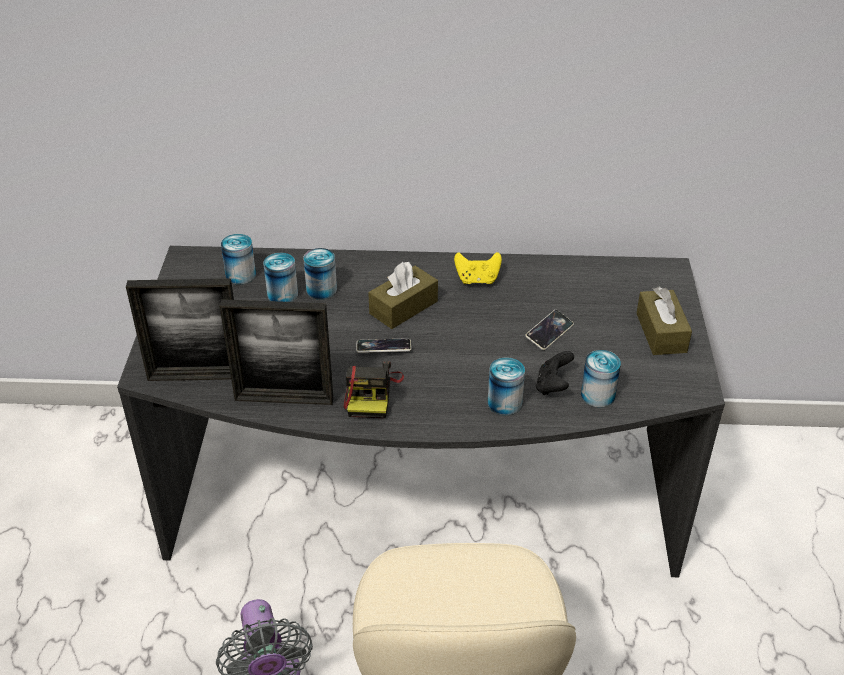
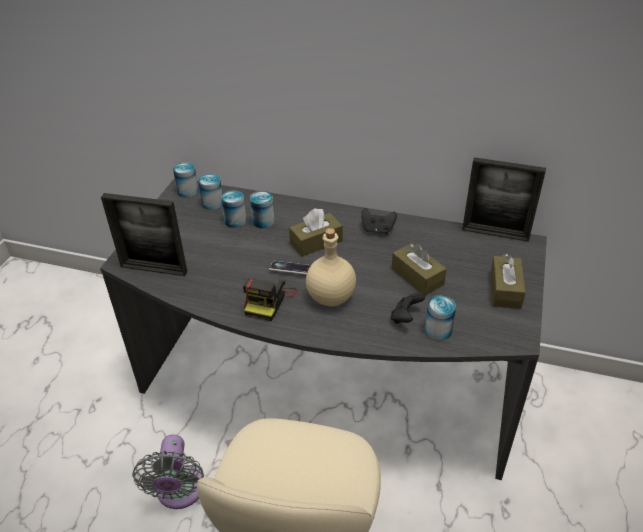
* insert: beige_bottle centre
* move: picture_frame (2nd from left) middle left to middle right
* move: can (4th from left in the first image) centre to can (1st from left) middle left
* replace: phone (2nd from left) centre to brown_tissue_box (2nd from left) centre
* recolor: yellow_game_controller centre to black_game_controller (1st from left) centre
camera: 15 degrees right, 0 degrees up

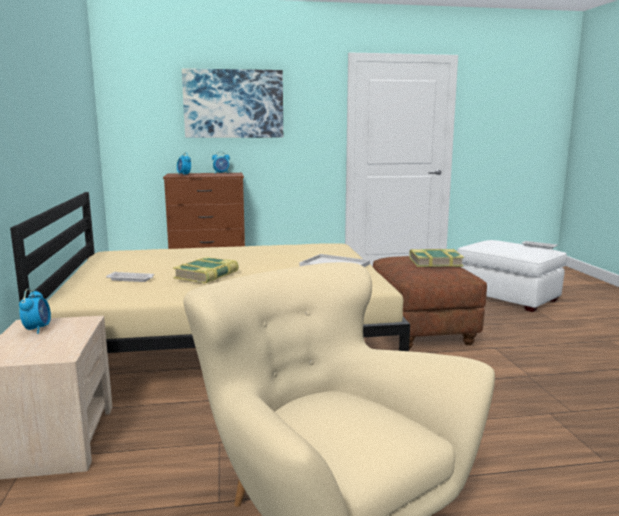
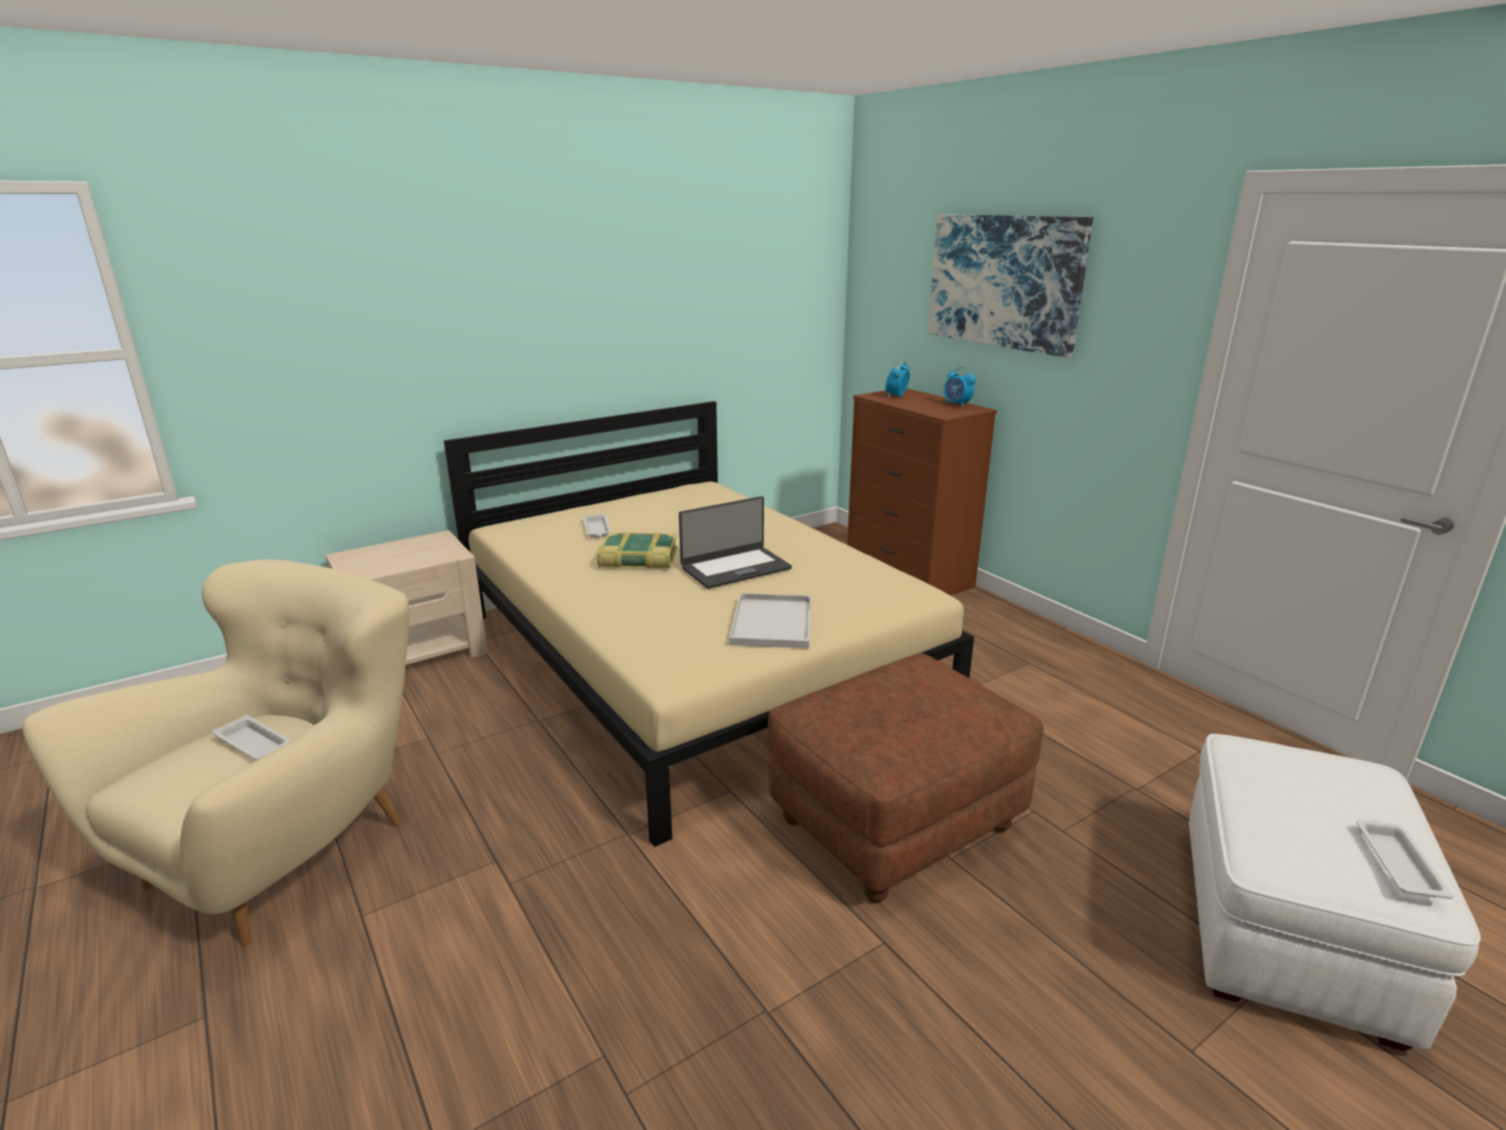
* delete: alarm_clock (1st from left) middle left
* delete: book (2nd from left) middle right
* insert: white_tray (1st from left) middle left
* insert: laptop centre
camera: 65 degrees right, 10 degrees up

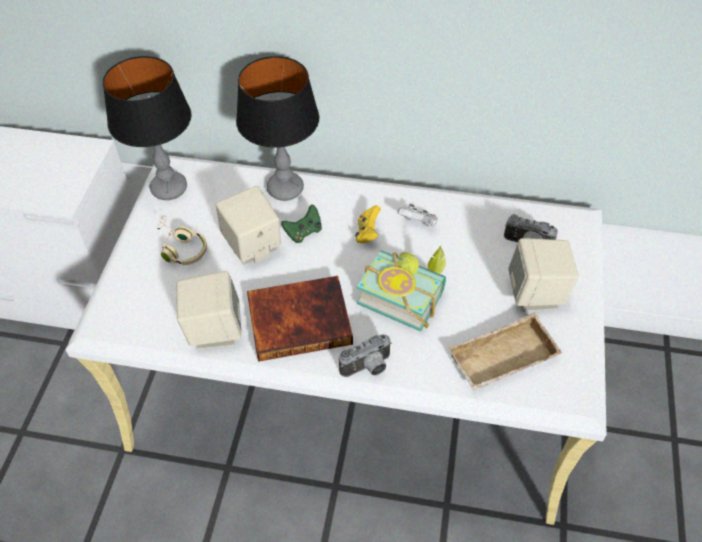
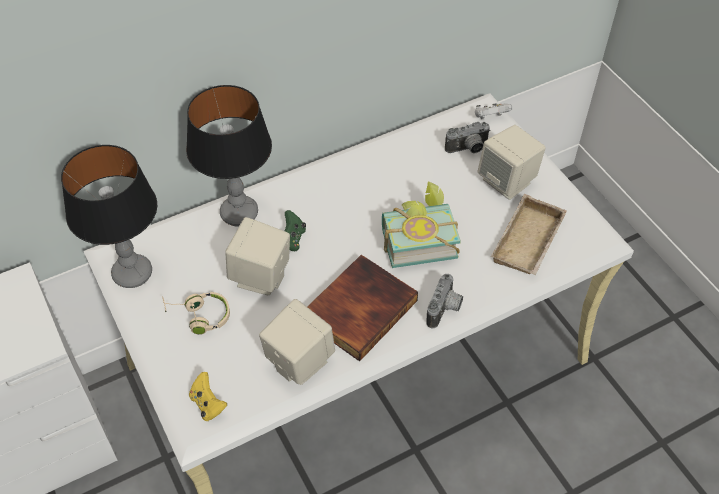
* move: yellow_game_controller centre to bottom left
* move: white_game_controller centre to top right
camera: 40 degrees left, 0 degrees up

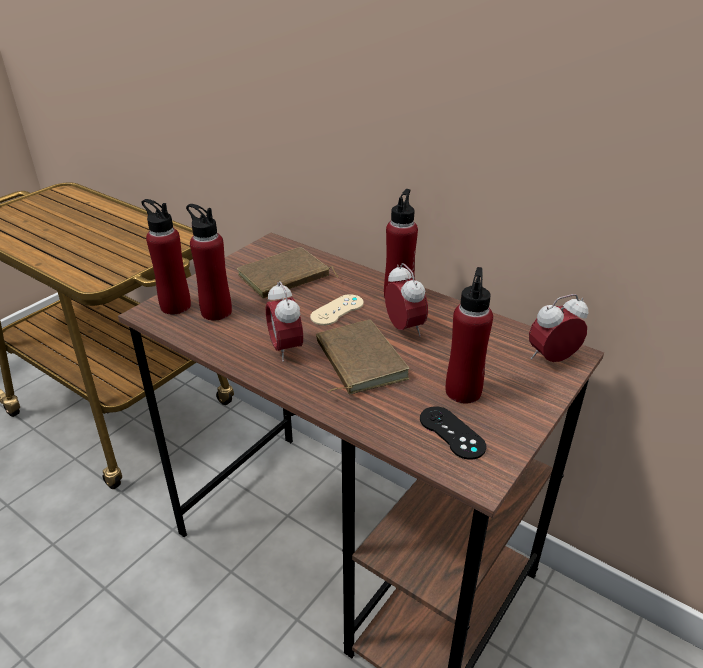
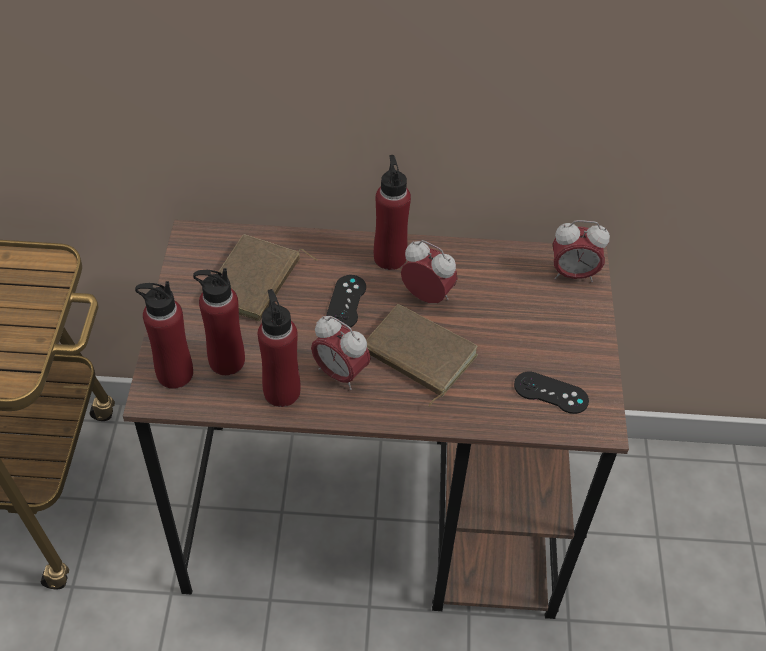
* move: red_bottle (4th from left in the first image) middle right to red_bottle (3rd from left) centre
* recolor: beige_game_controller centre to black_game_controller (1st from left) centre
* rotate: alarm_clock (3rd from left) middle right = middle right 120 degrees counterclockwise
camera: 35 degrees left, 15 degrees up

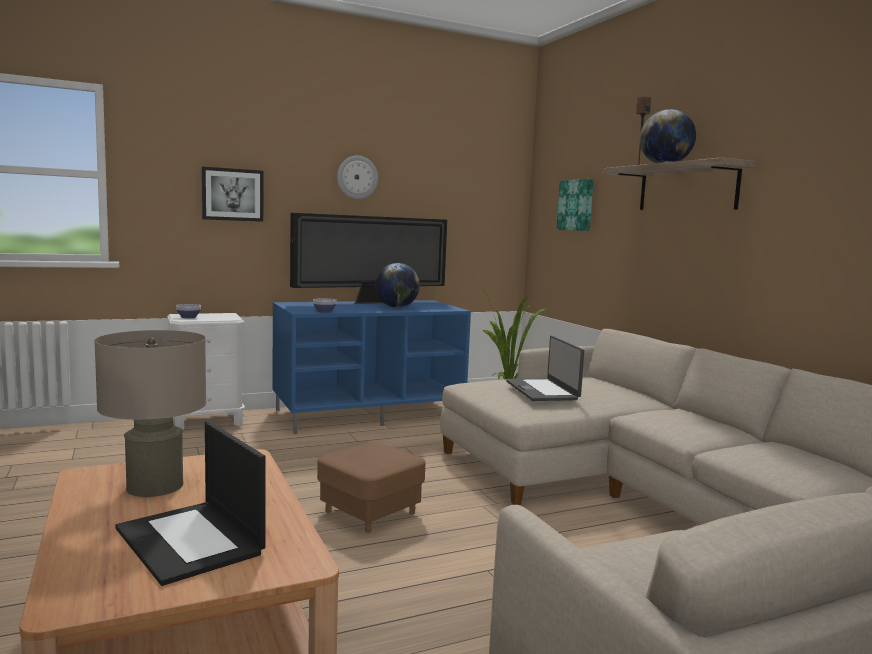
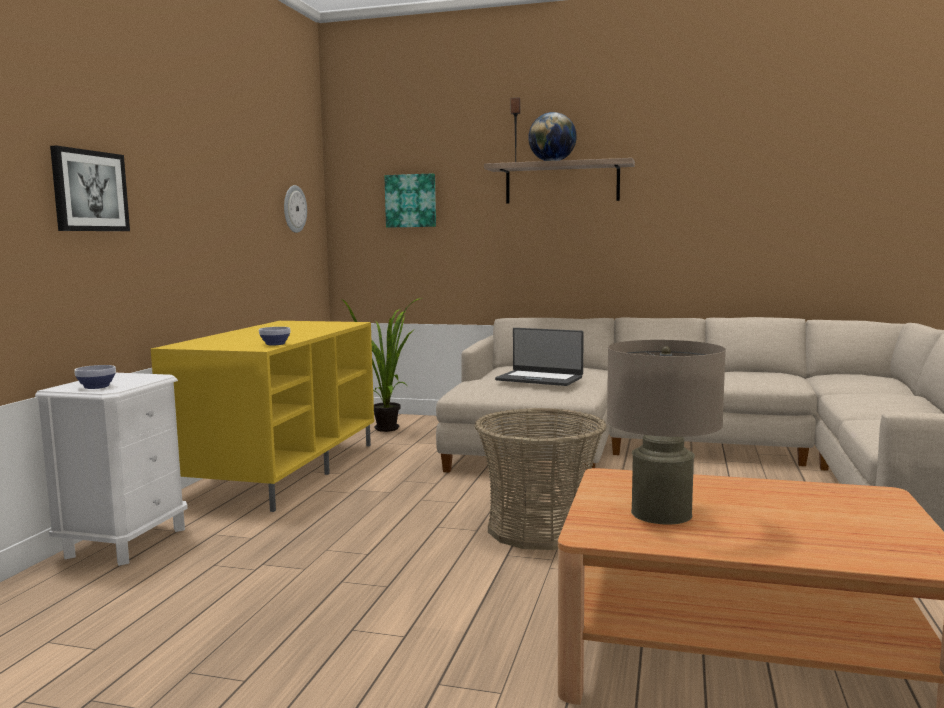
* delete: laptop (1st from left) bottom left
* delete: television centre
* delete: globe (1st from left) centre
* move: wall_clock top centre to top left
* replace: brown_ottoman bottom centre to basket bottom centre
* recolor: blue_tv_stand centre to yellow_tv_stand middle left
camera: 50 degrees left, 0 degrees up

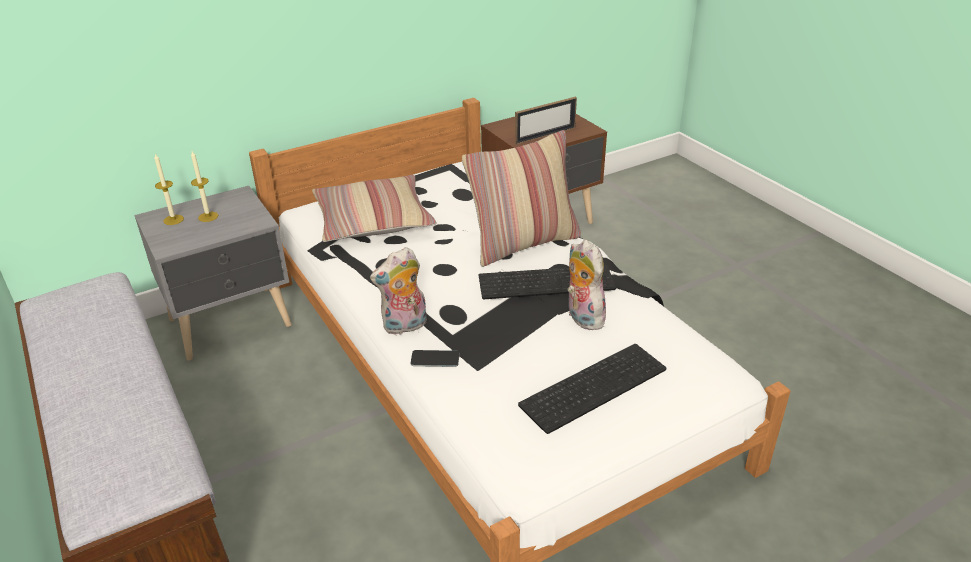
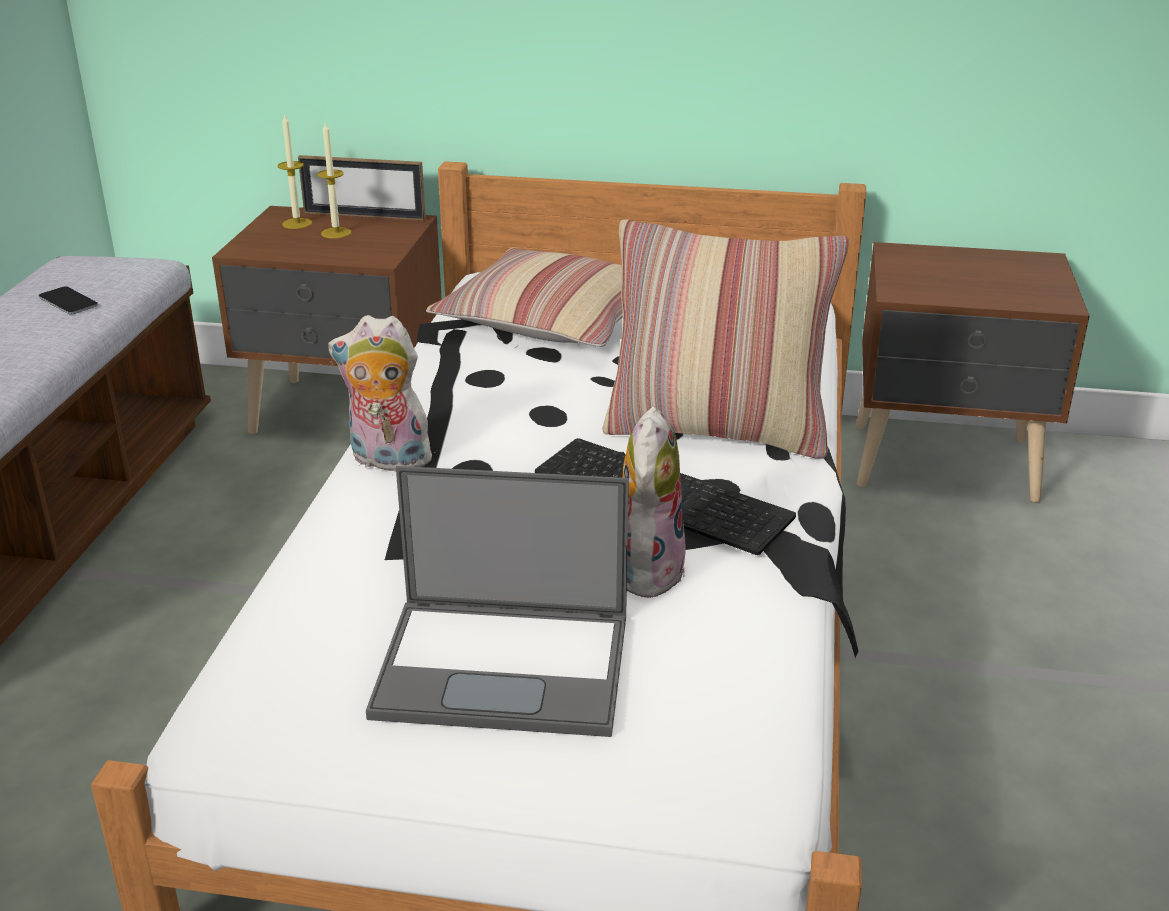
* move: phone centre to top left
* move: picture_frame top centre to top left
* replace: keyboard (2nd from left) bottom centre to laptop centre
* recolor: grey_nightstand middle left to brown_nightstand (1st from left) middle left
camera: 40 degrees right, 5 degrees down

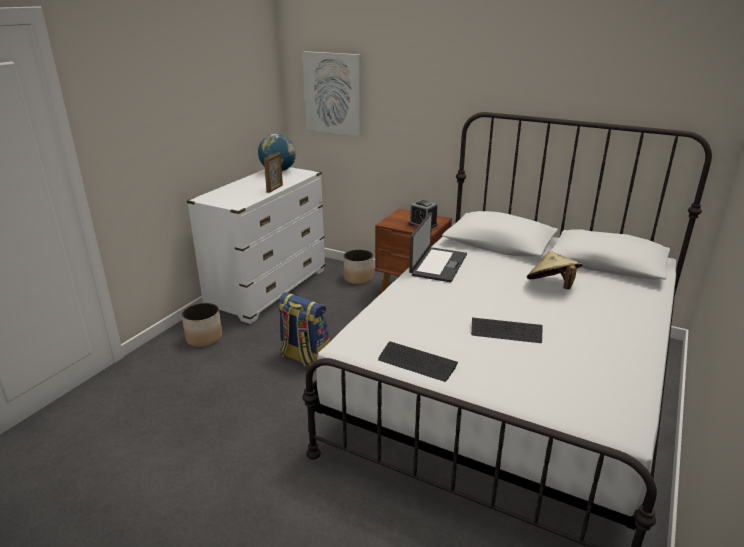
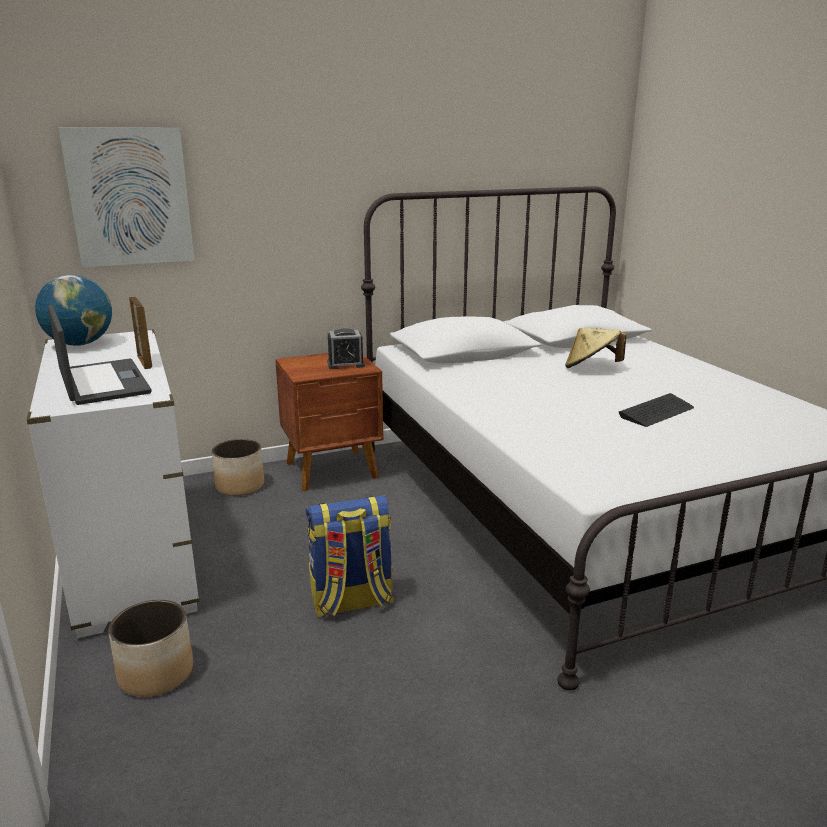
* delete: keyboard (1st from left) centre
* move: laptop centre to middle left
camera: 50 degrees left, 5 degrees down

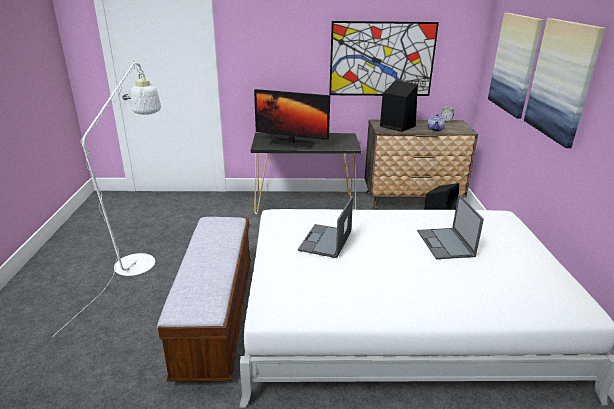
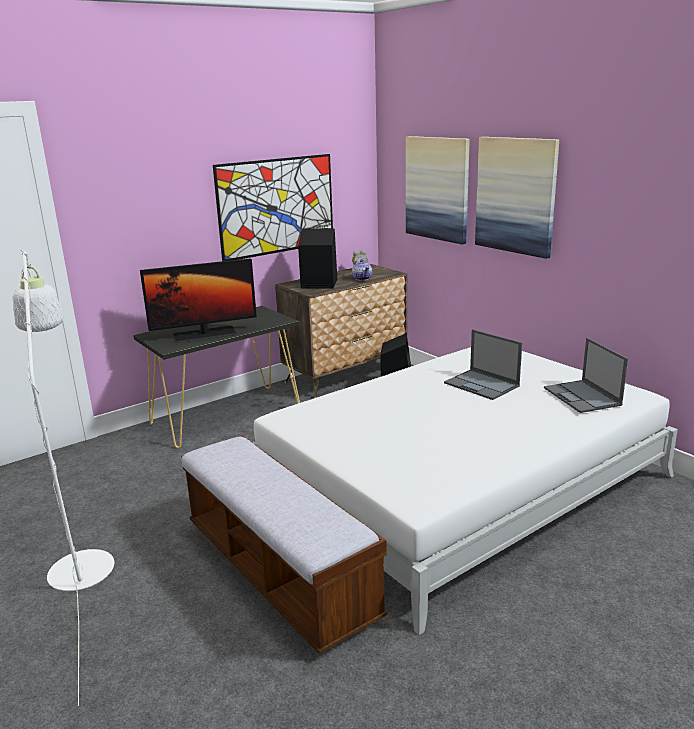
* move: laptop (1st from left in the first image) centre to laptop (2nd from left) middle right
camera: 35 degrees left, 5 degrees down

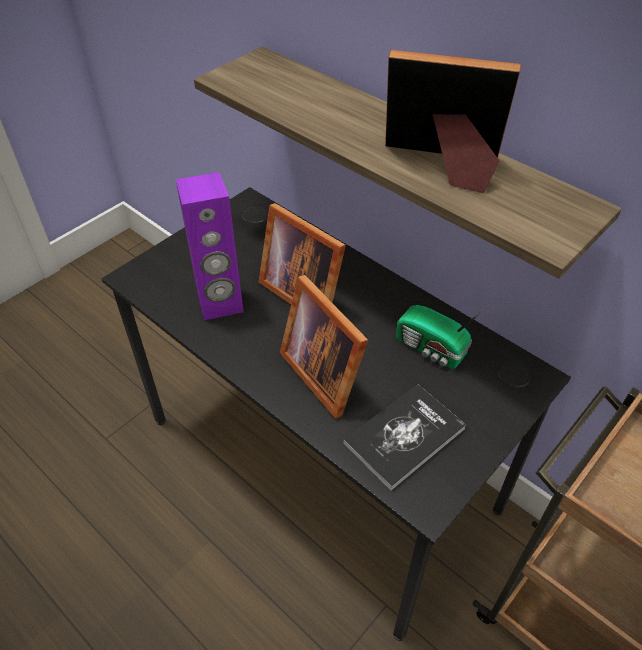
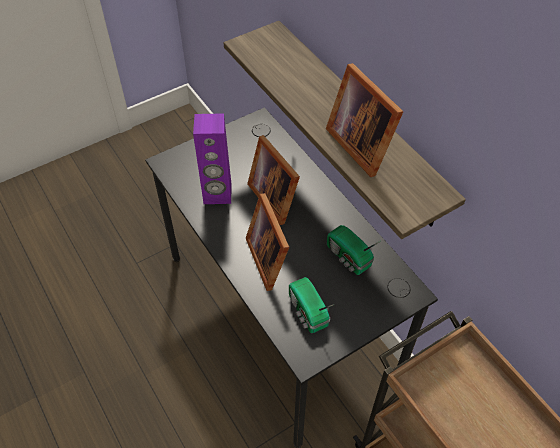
* replace: book bottom centre to radio (1st from left) bottom centre
* rotate: picture_frame (3rd from left) top right = top centre 150 degrees counterclockwise
camera: 15 degrees right, 5 degrees up

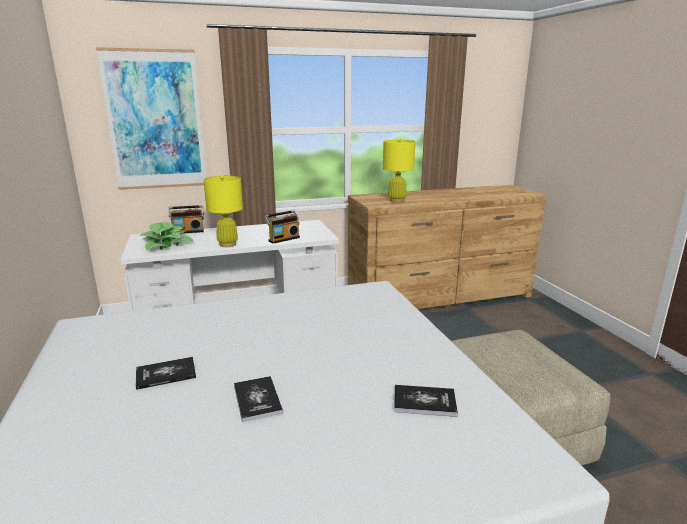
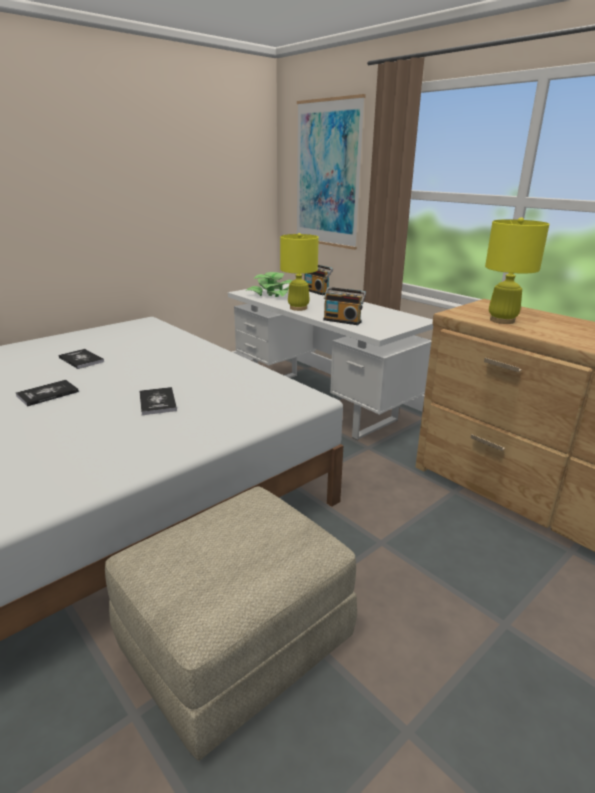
* move: book (3rd from left) bottom centre to middle left
camera: 65 degrees right, 5 degrees up

